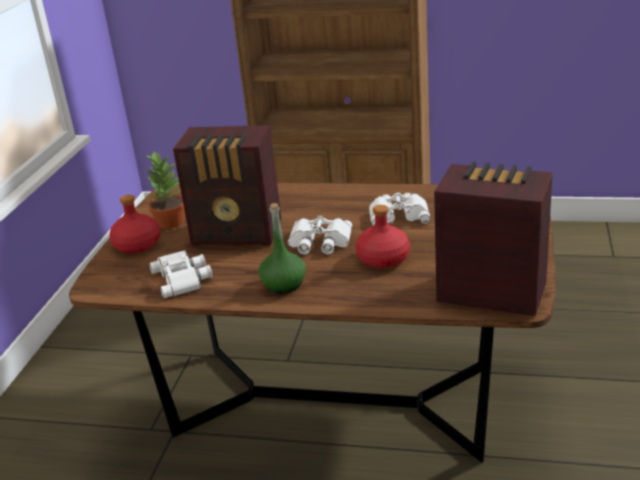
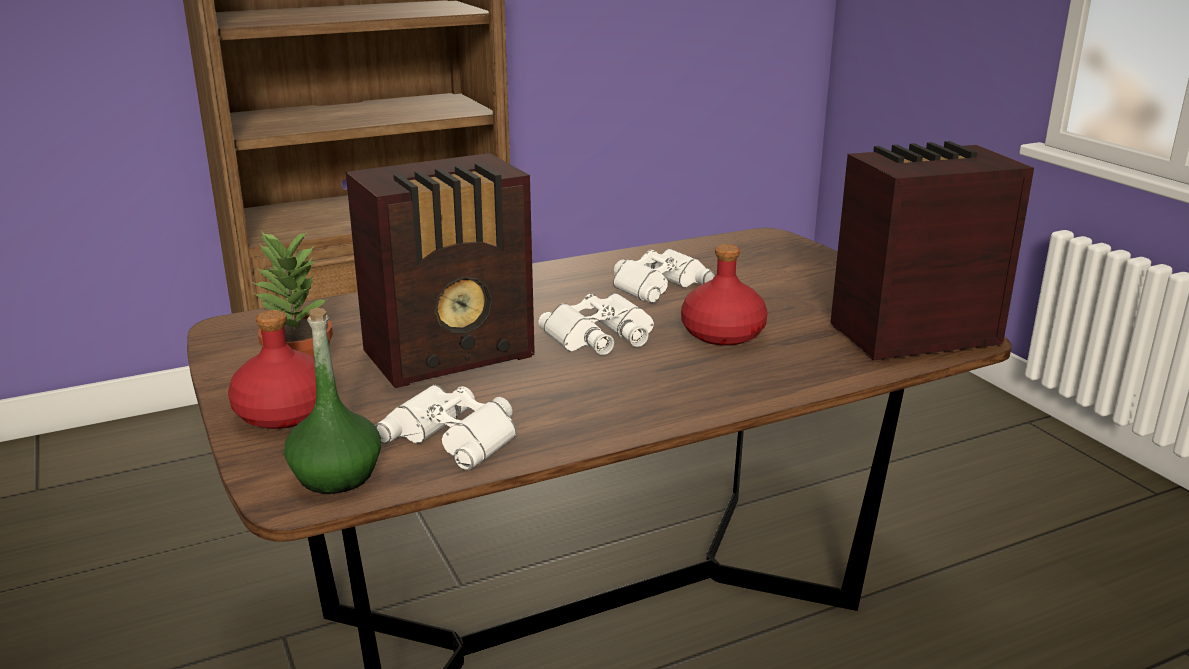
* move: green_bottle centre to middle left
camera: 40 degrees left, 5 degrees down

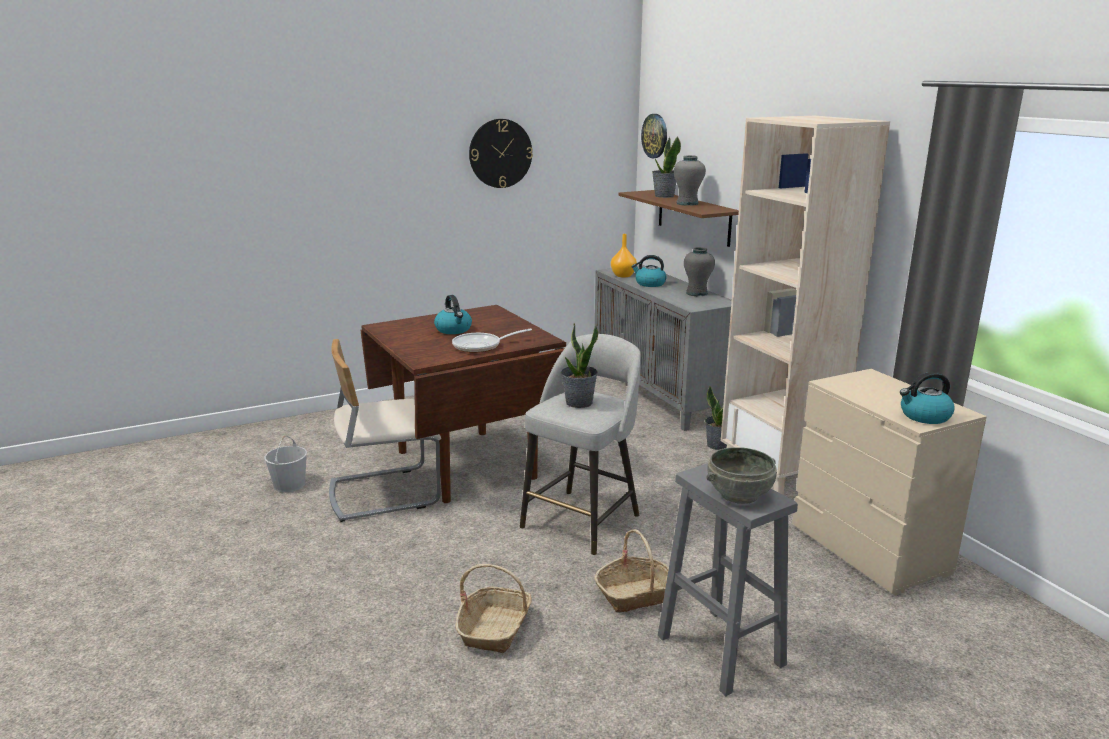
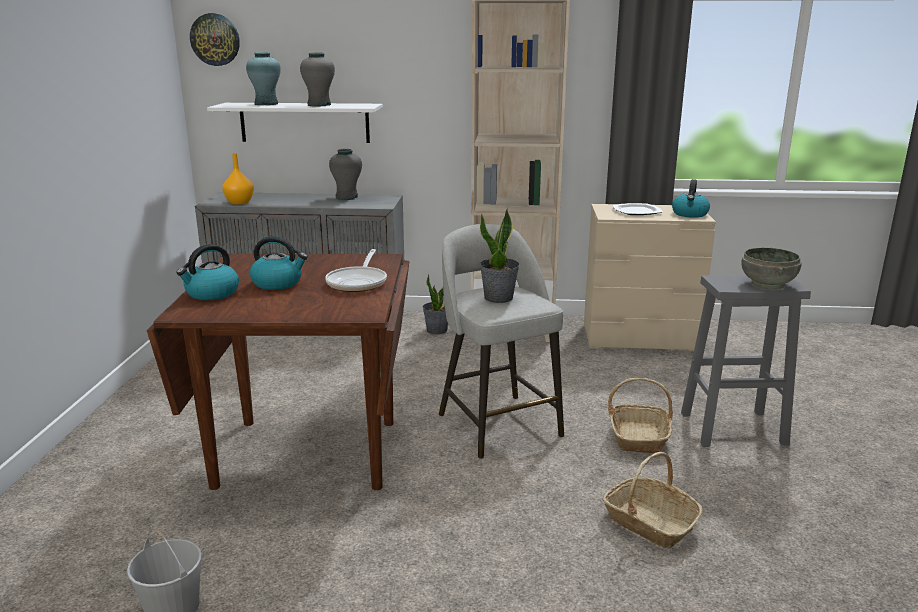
* delete: beige_chair centre
* delete: wall_clock (1st from left) top centre
* insert: plate middle right
* move: kettle (2nd from left in the first image) centre to kettle (1st from left) middle left
* replace: potted_plant (2nd from left) top centre to turquoise_vase top left
* recolor: brown_shelf top centre to white_shelf top left
camera: 60 degrees left, 0 degrees up

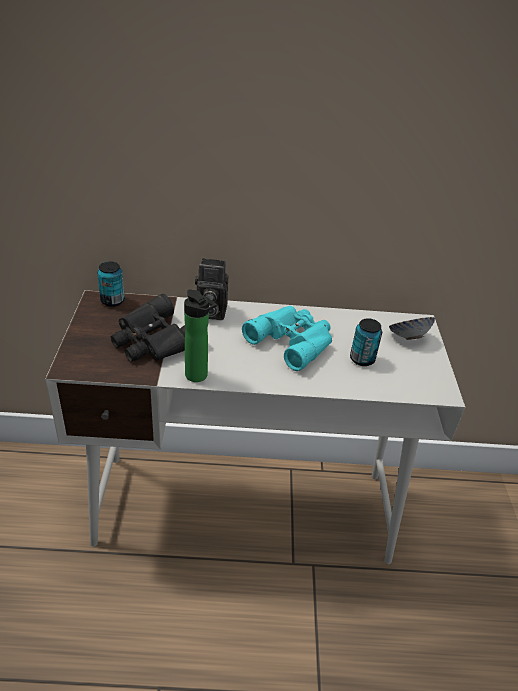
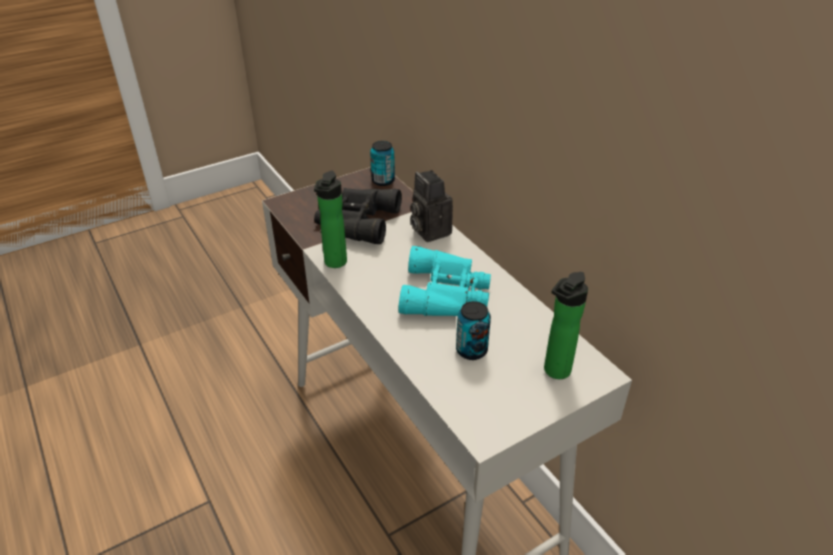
* replace: bowl middle right to bottle (2nd from left) middle right
camera: 60 degrees right, 0 degrees up

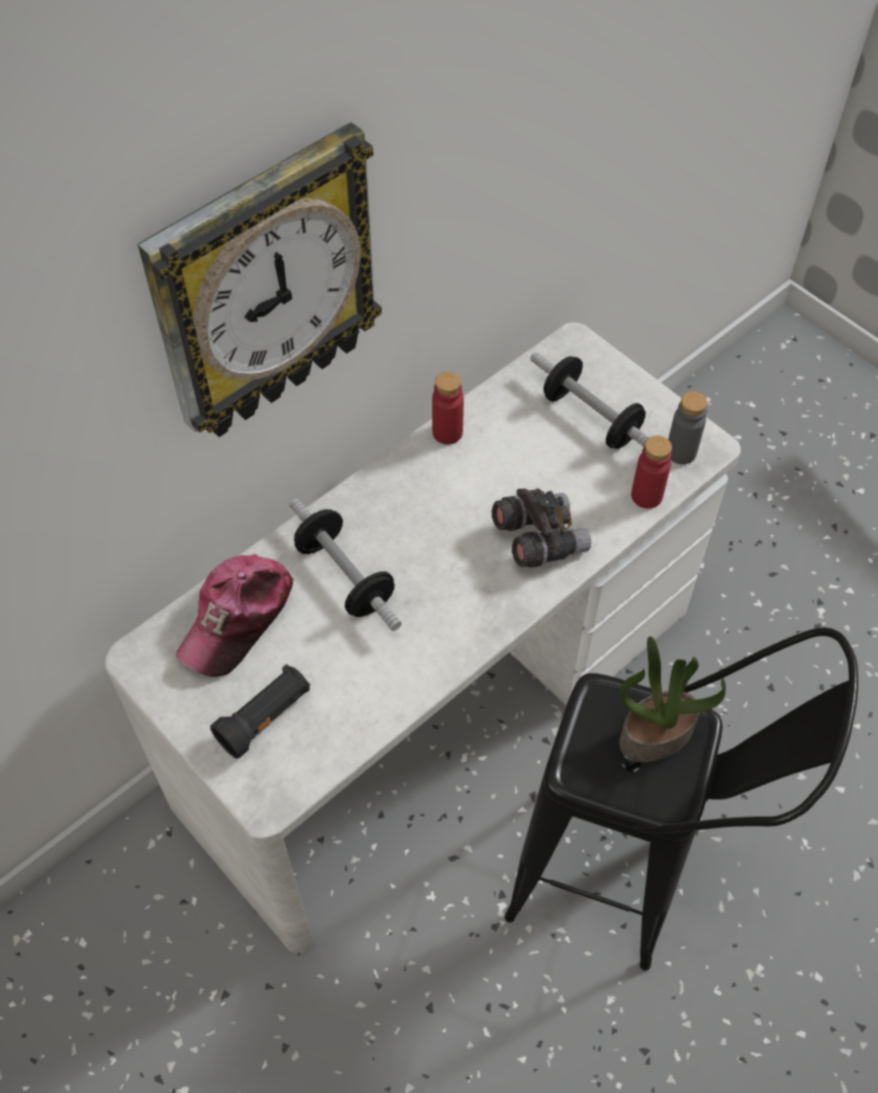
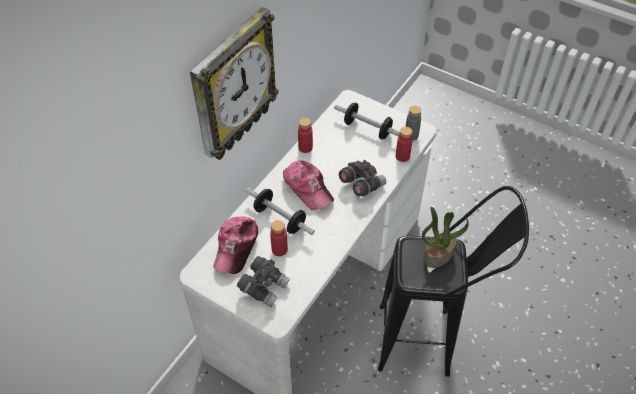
* insert: red_bottle (1st from left) centre
* insert: cap (2nd from left) centre
* replace: black_flashlight middle left to grey_binoculars (1st from left) bottom centre
camera: 15 degrees left, 5 degrees down

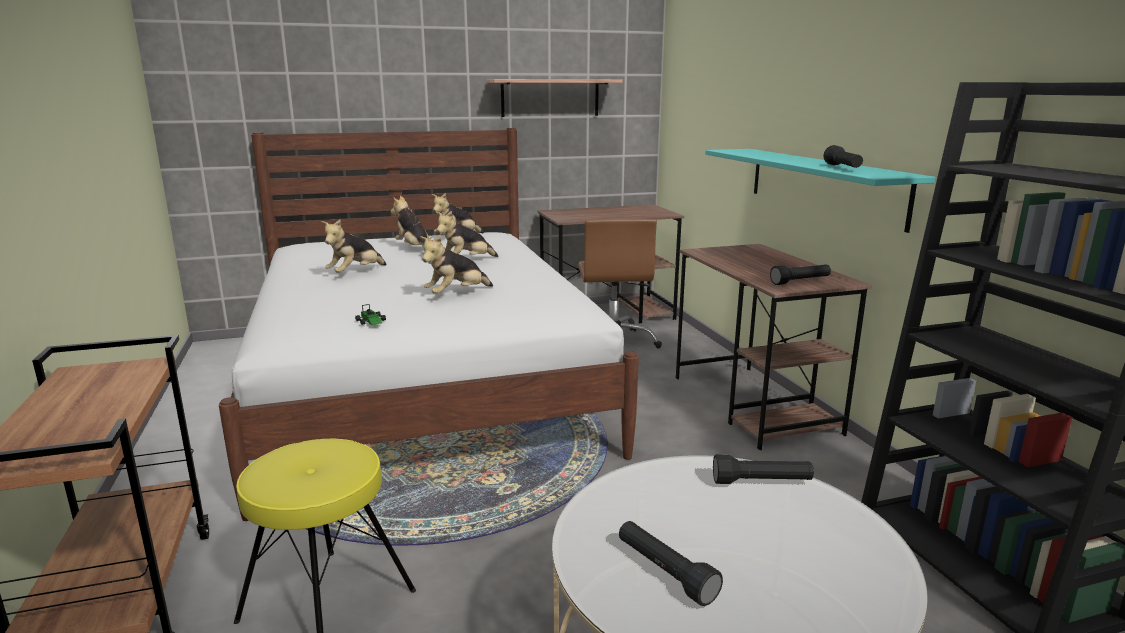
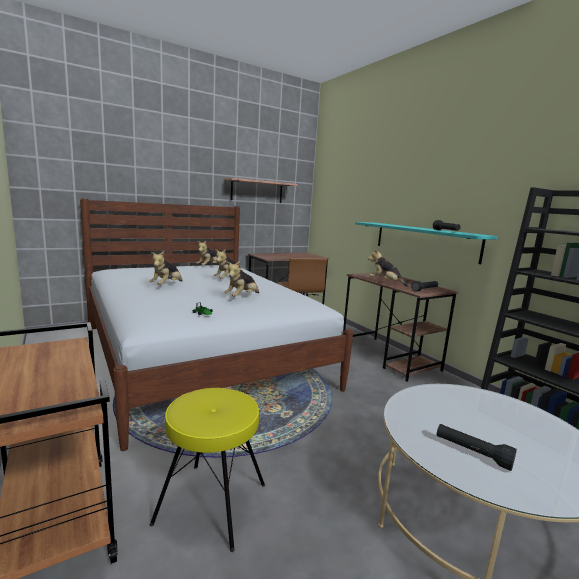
* delete: black_flashlight (2nd from left) bottom right
* move: plush_toy (2nd from left in the first image) centre to plush_toy (5th from left) middle right
camera: 15 degrees left, 5 degrees down

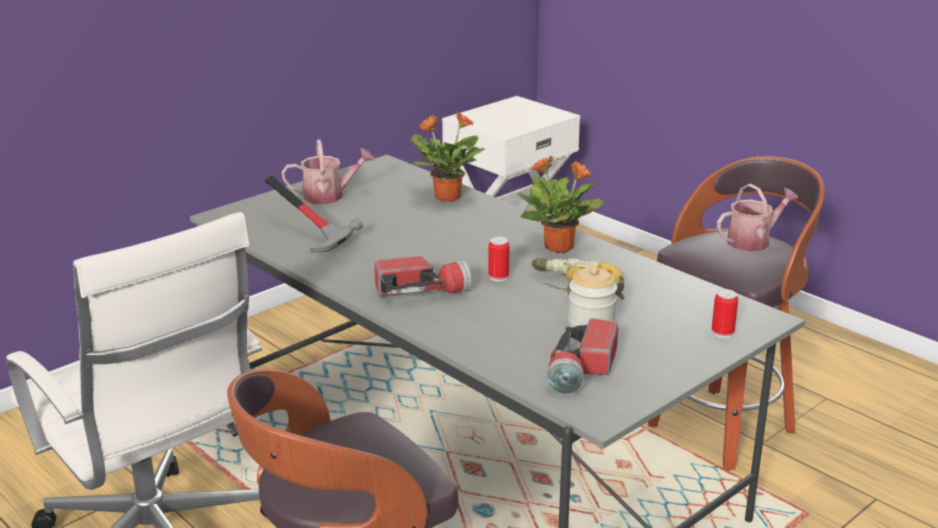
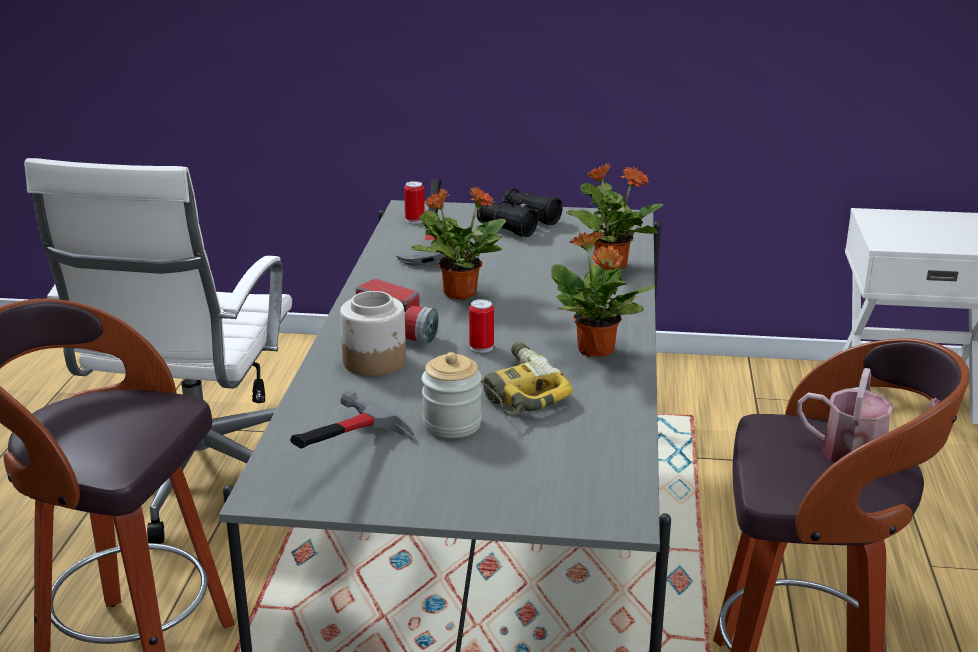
* insert: jar (1st from left) centre
* insert: potted_plant (1st from left) centre
* move: can (2nd from left in the first image) middle right to can (1st from left) top centre
* replace: watering_can (1st from left) top centre to black_binoculars top centre
* replace: flashlight (2nd from left) bottom centre to hammer (1st from left) centre
camera: 50 degrees right, 0 degrees up

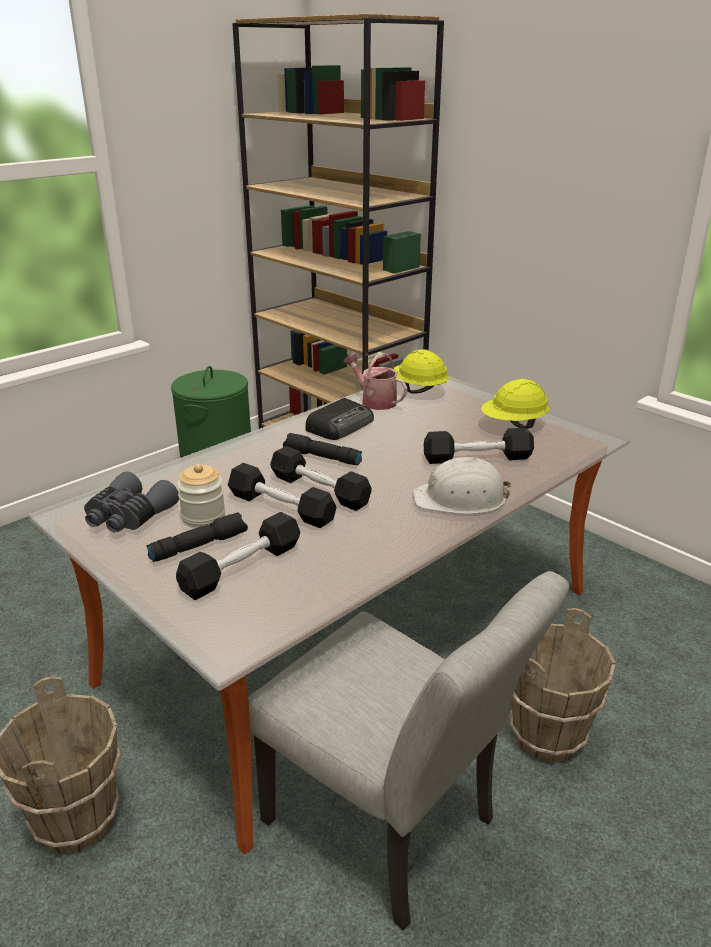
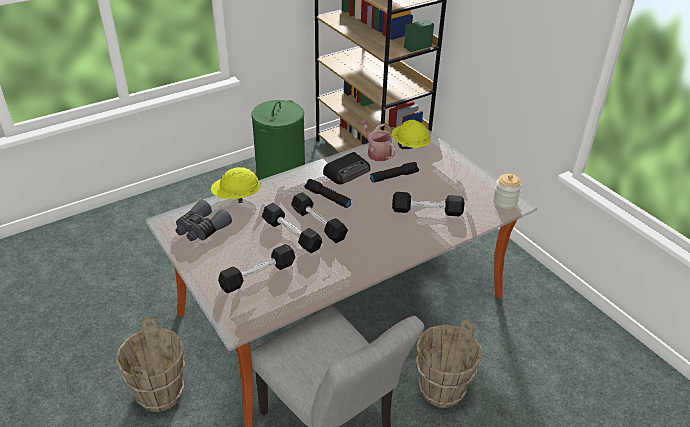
* delete: white_hard_hat centre
* move: black_flashlight (1st from left in the first image) middle left to black_flashlight (2nd from left) centre
* move: jar middle left to middle right
* move: yellow_hard_hat (2nd from left in the first image) middle right to yellow_hard_hat (1st from left) centre
camera: 10 degrees right, 10 degrees up

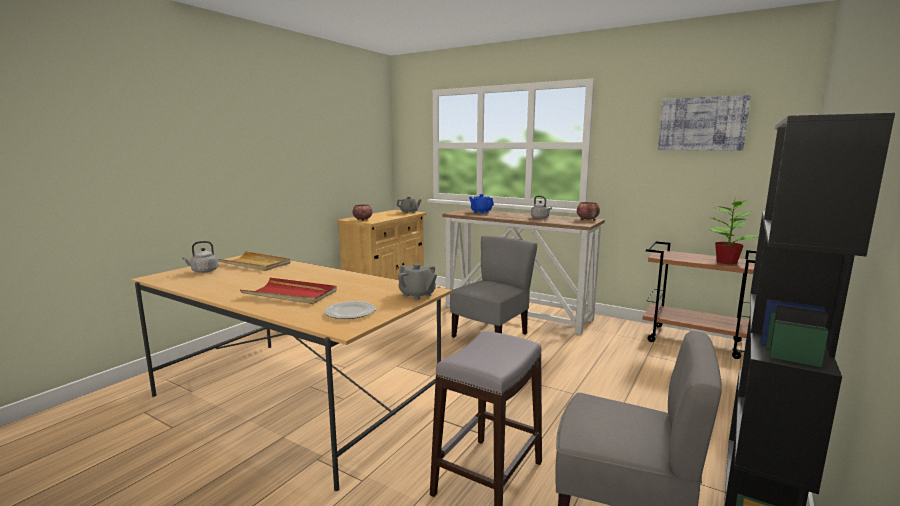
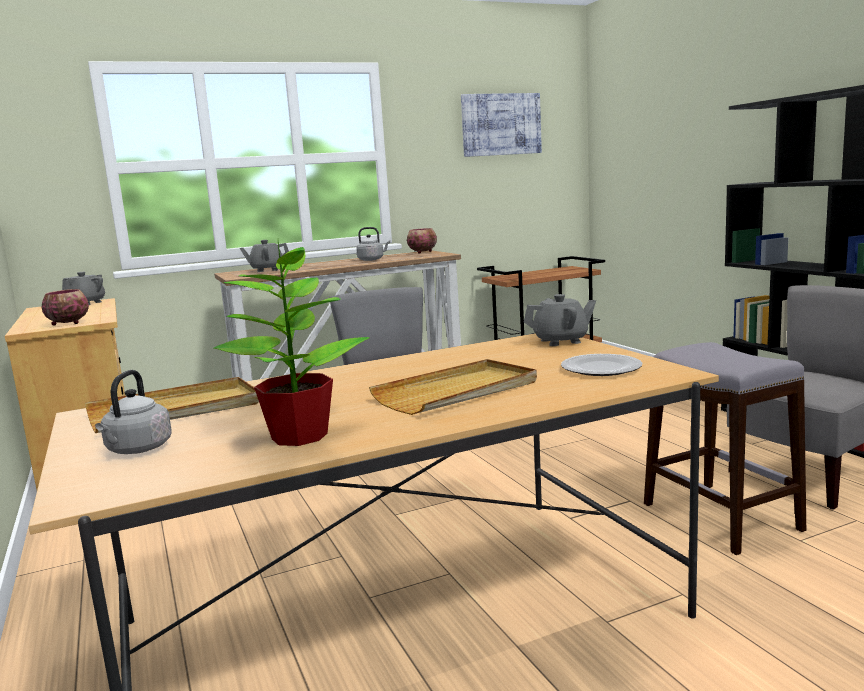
* move: potted_plant middle right to centre
* recolor: red_tray middle left to beige_tray (2nd from left) centre
* recolor: blue_teapot centre to grey_teapot (2nd from left) middle left
camera: 55 degrees left, 0 degrees up

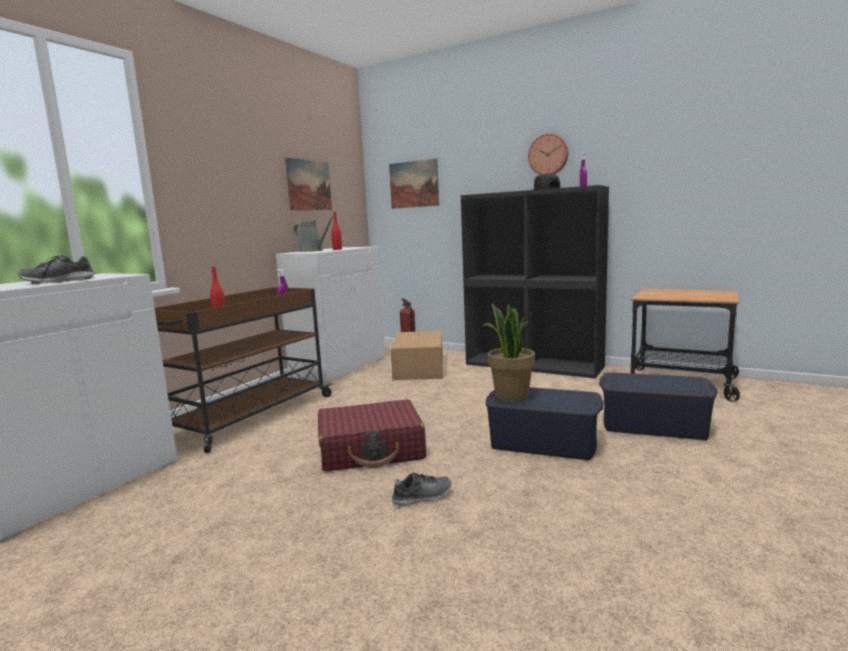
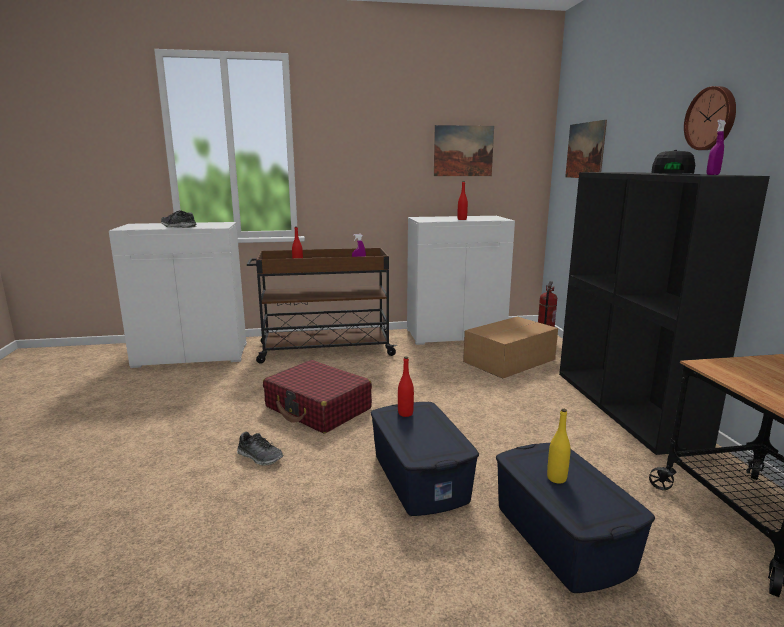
* delete: grey_watering_can centre
* insert: yellow_bottle bottom right
* replace: potted_plant centre to red_bottle (2nd from left) centre
camera: 50 degrees right, 5 degrees up

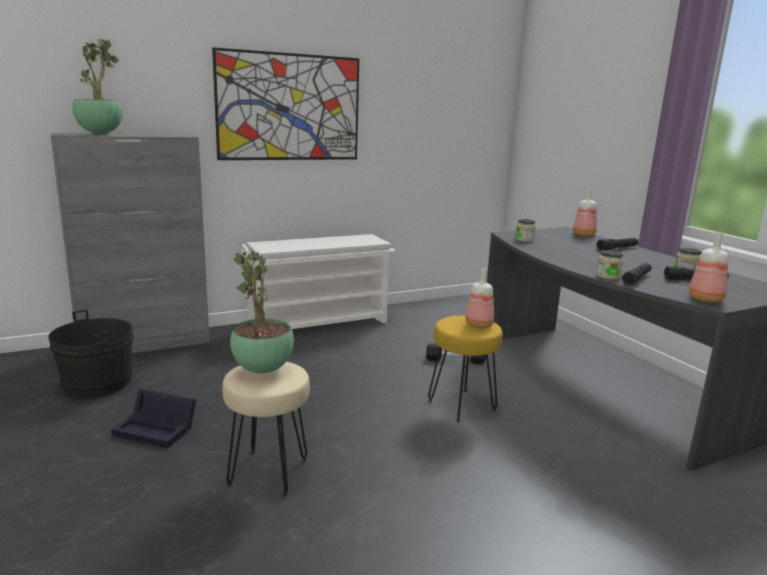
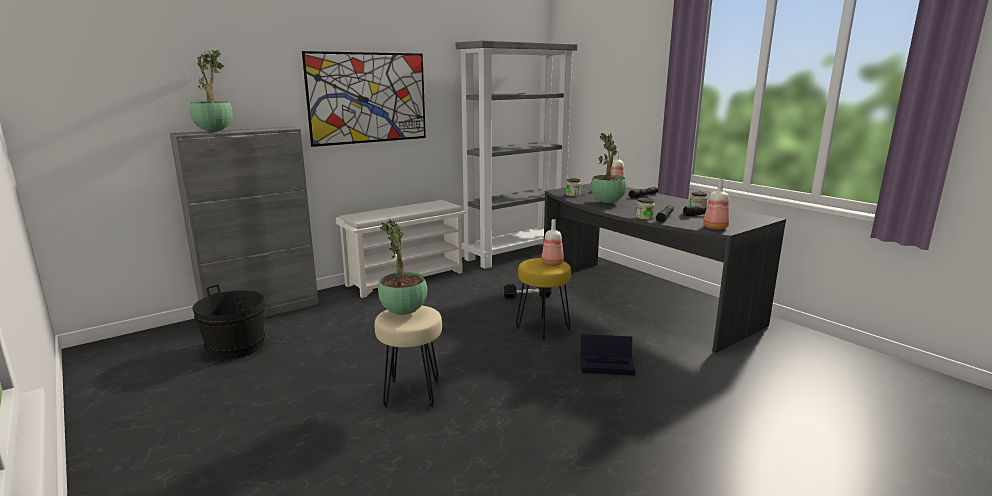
* insert: grey_bookcase top centre
* insert: potted_plant (3rd from left) centre
* move: black_storage_box bottom left to bottom centre
camera: 10 degrees left, 0 degrees up

